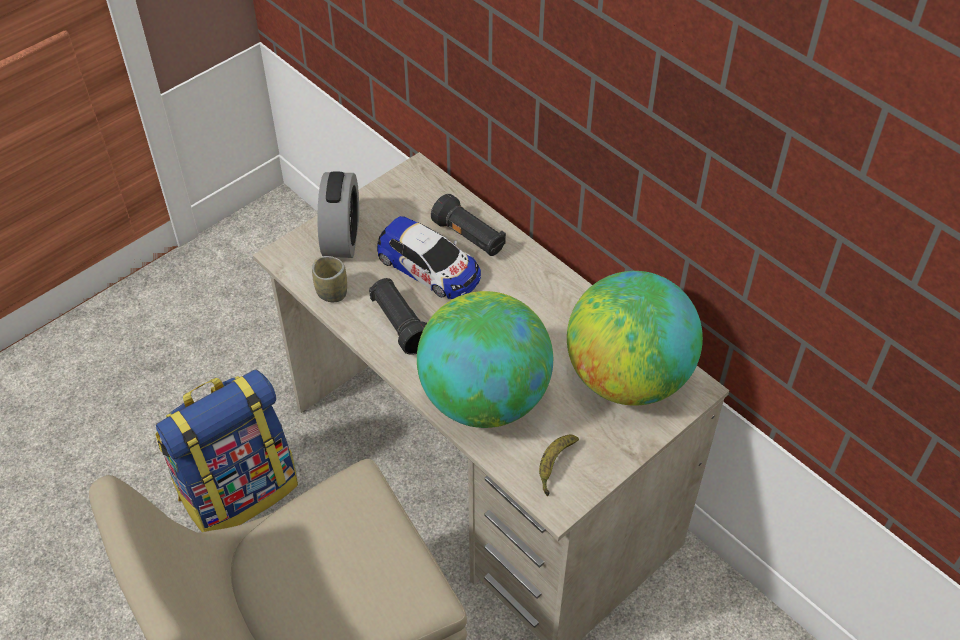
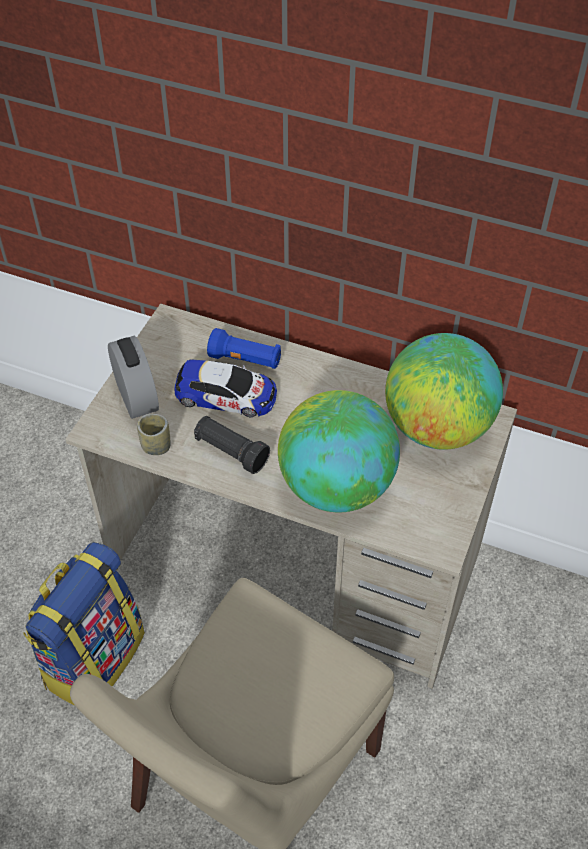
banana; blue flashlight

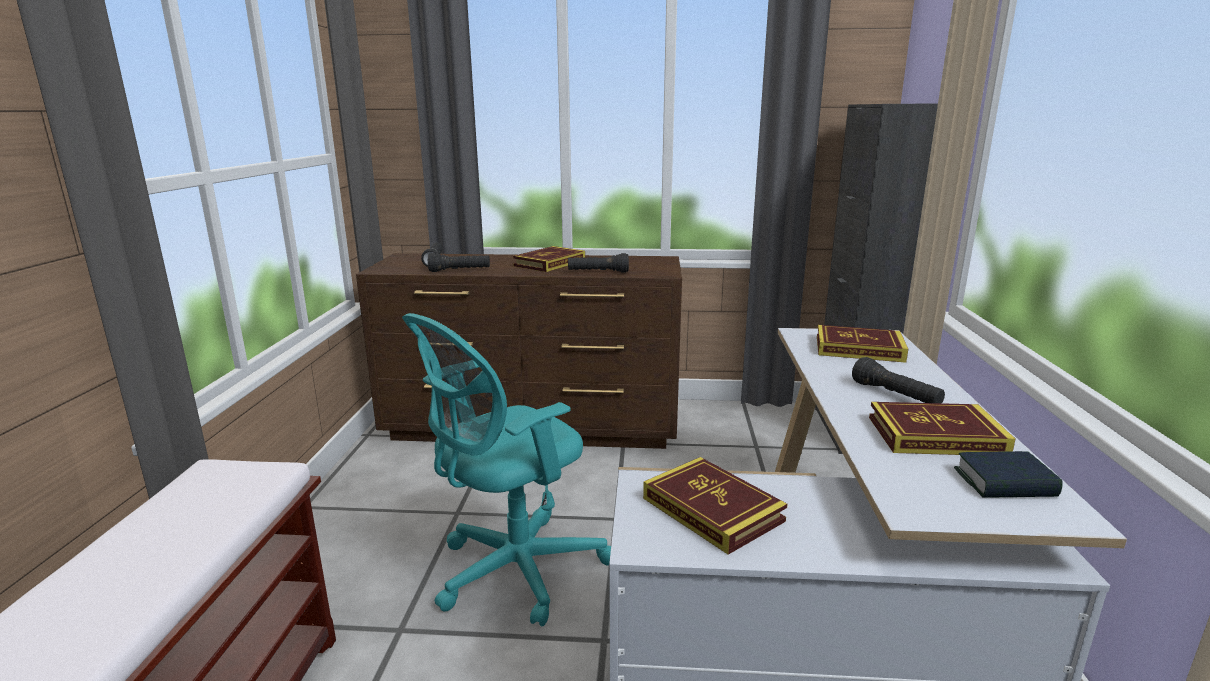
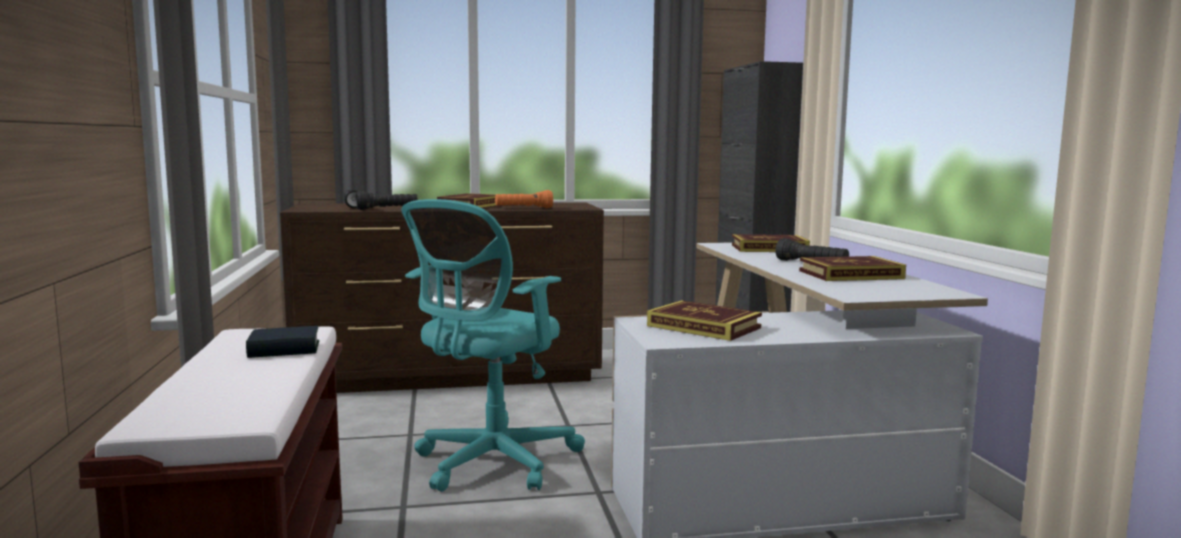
book (no. 1 from left); orange flashlight

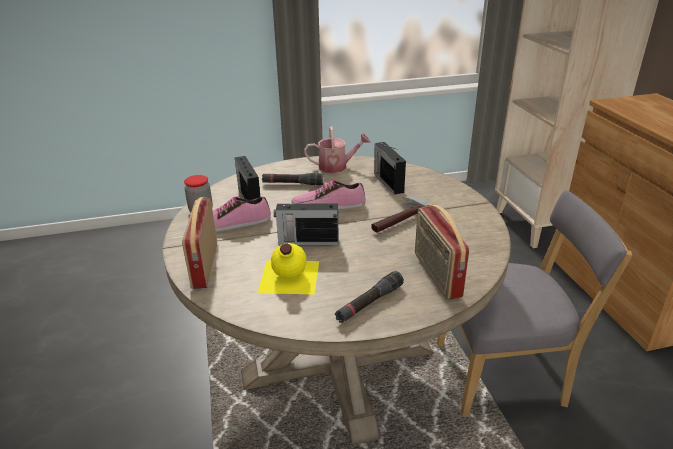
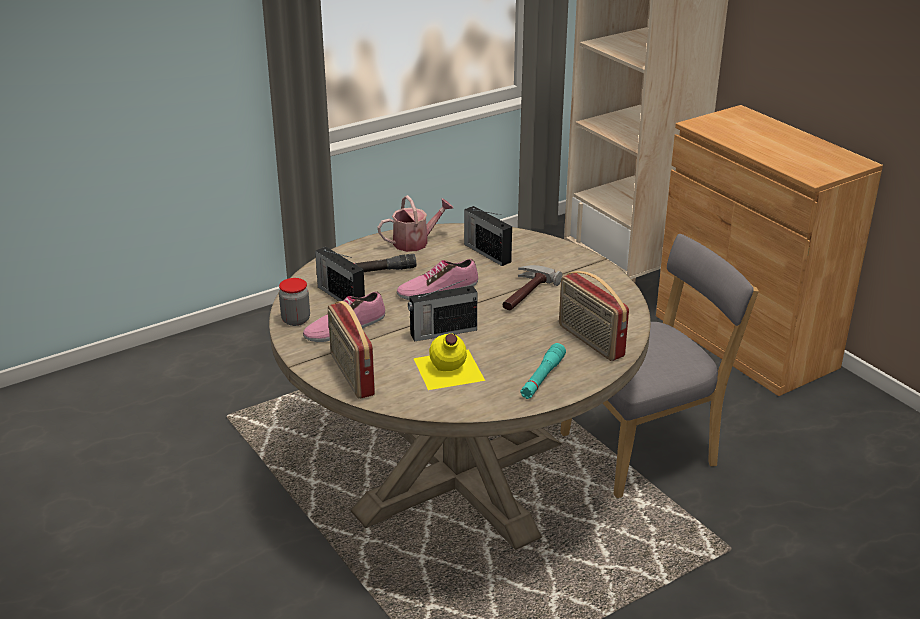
turquoise flashlight

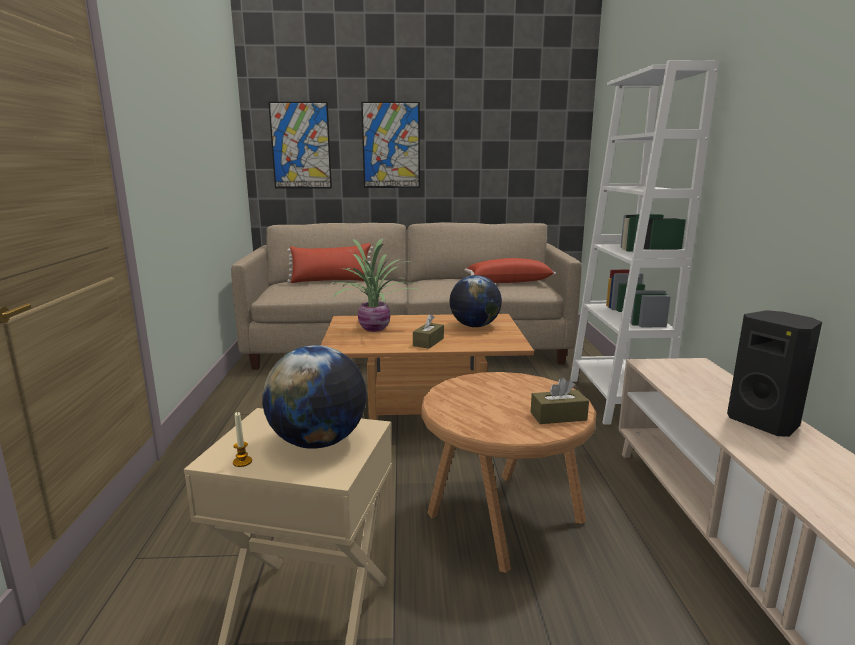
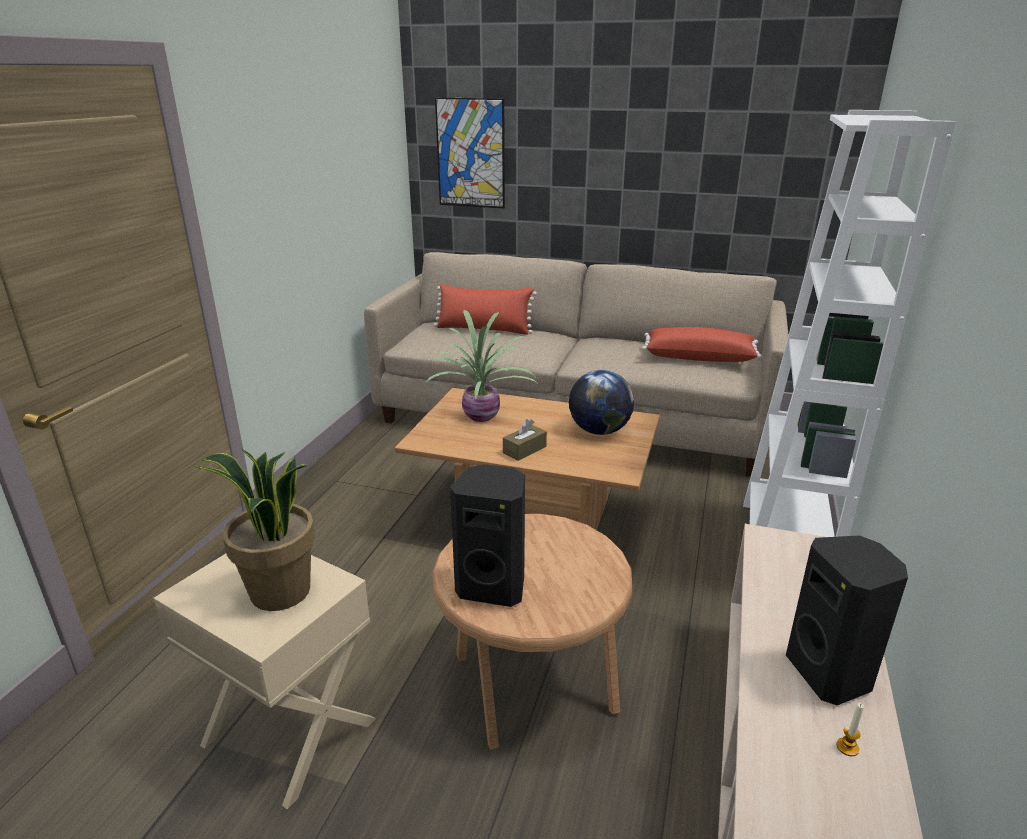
picture (no. 2 from left in the first image); brown tissue box (no. 2 from left in the first image); black speaker (no. 1 from left); candle; potted plant (no. 1 from left)

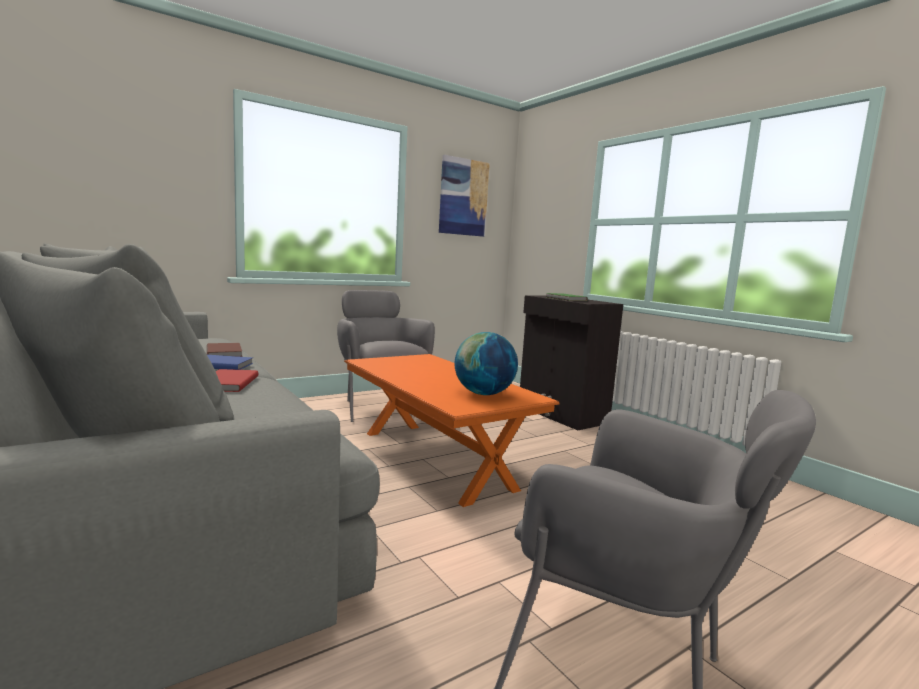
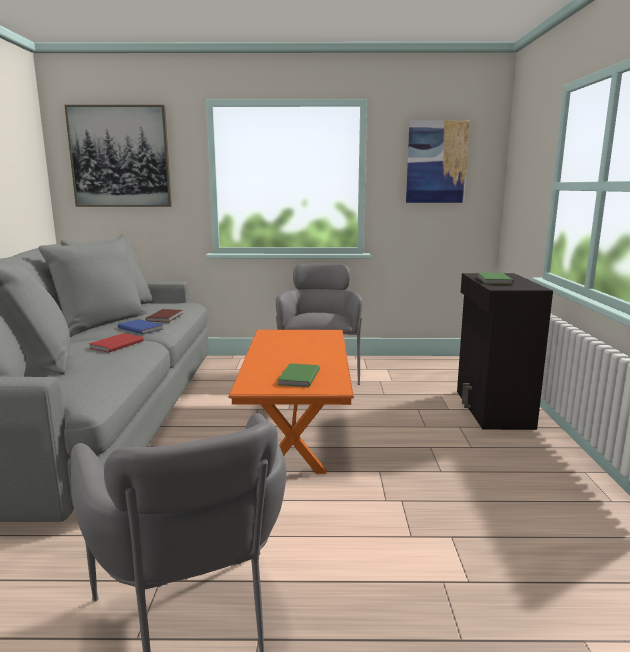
picture (no. 1 from left); green book (no. 1 from left)

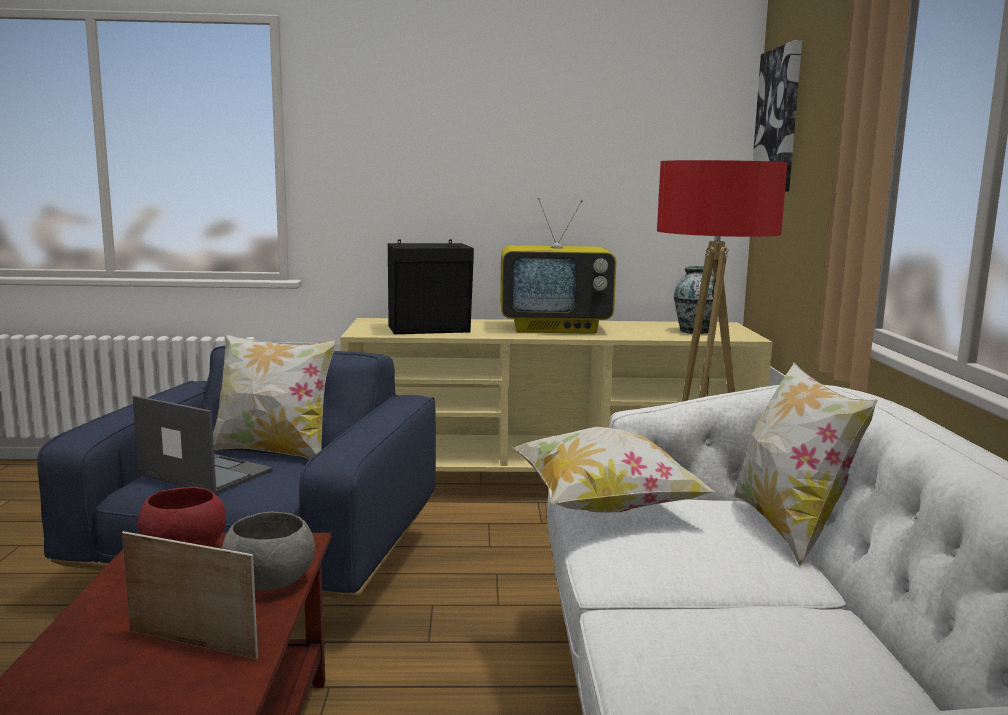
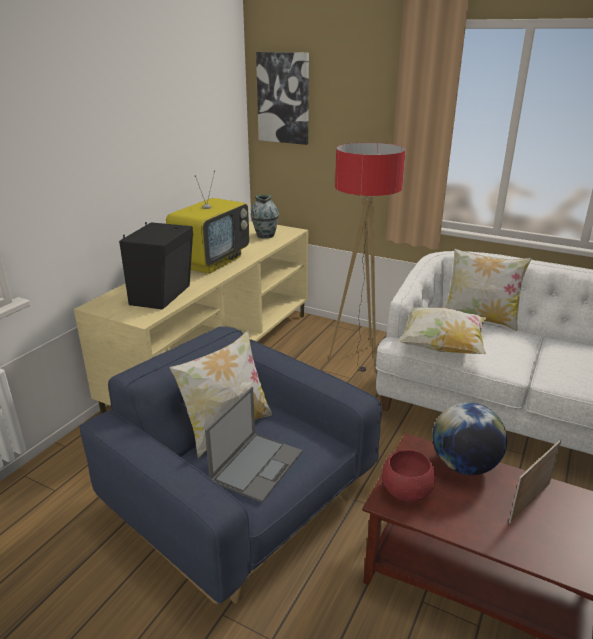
globe; laptop

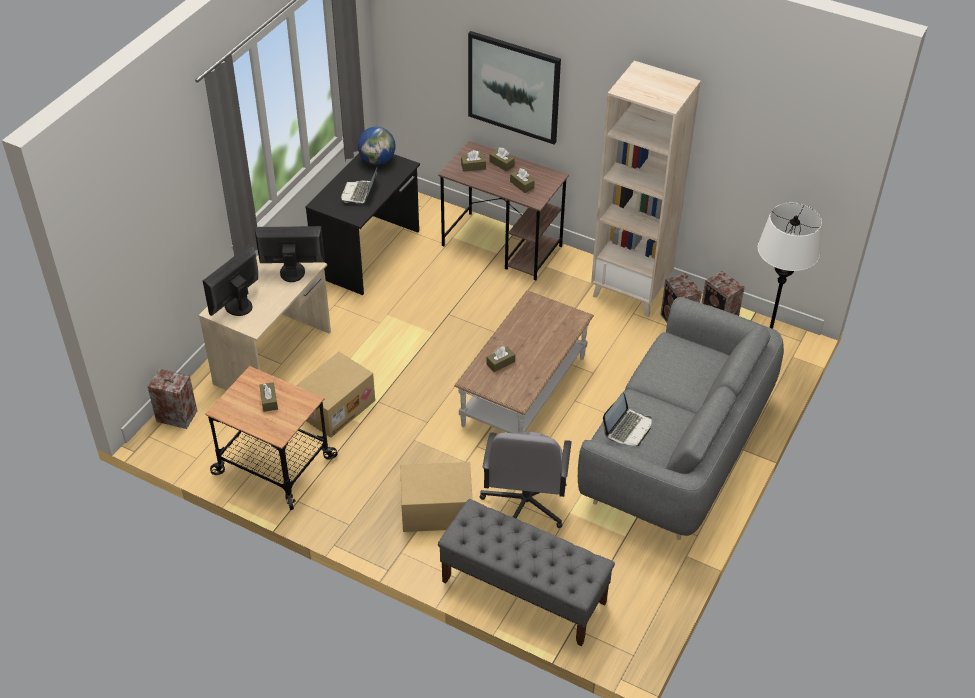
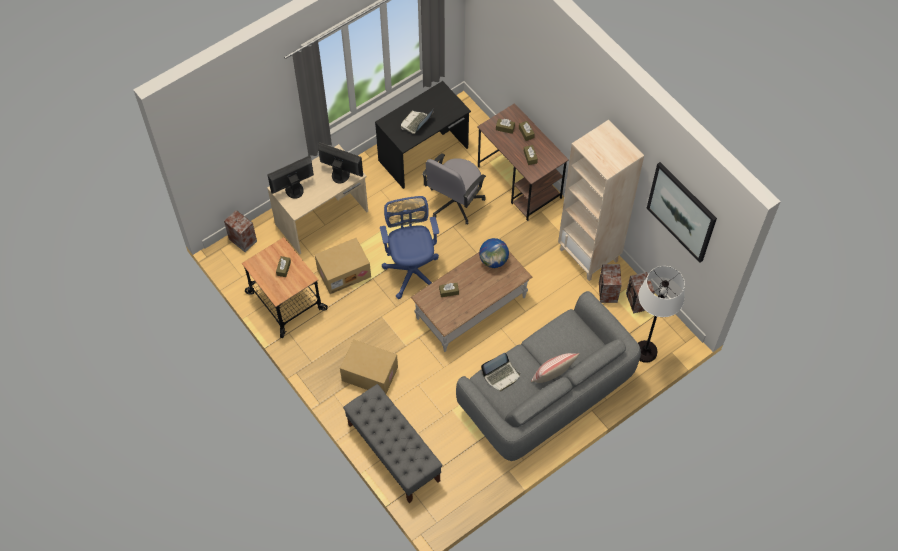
blue office chair; pillow; globe; picture; grey office chair

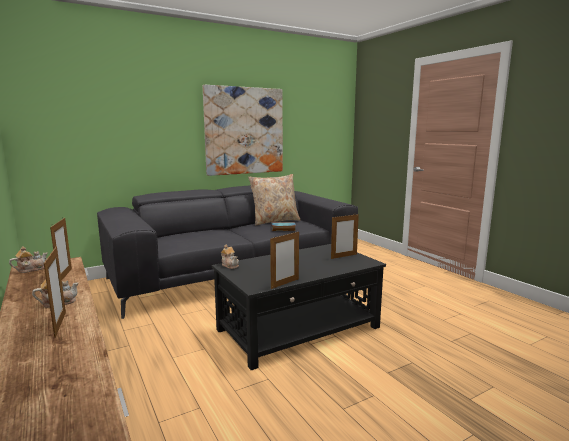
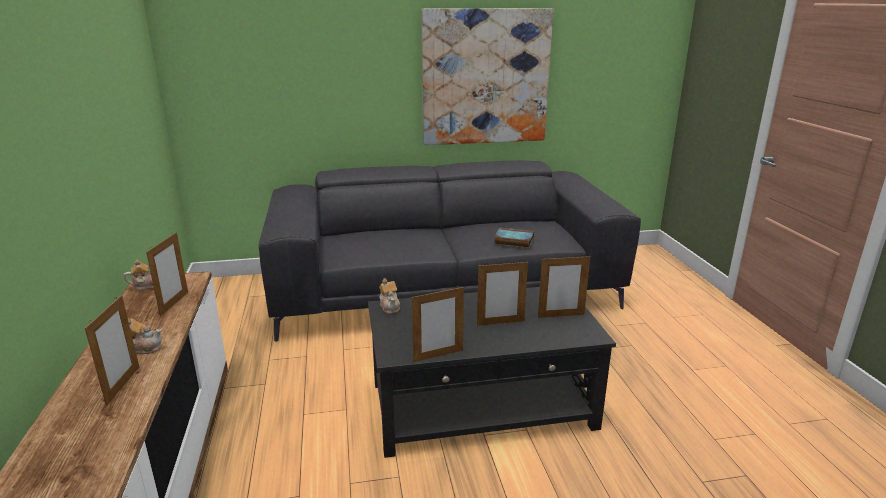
beige pillow; picture frame (no. 4 from left)

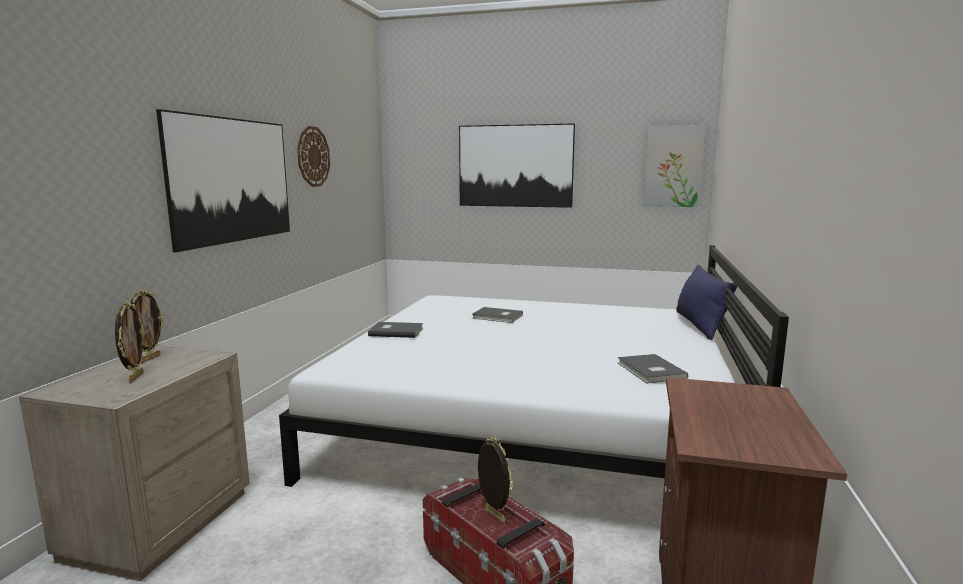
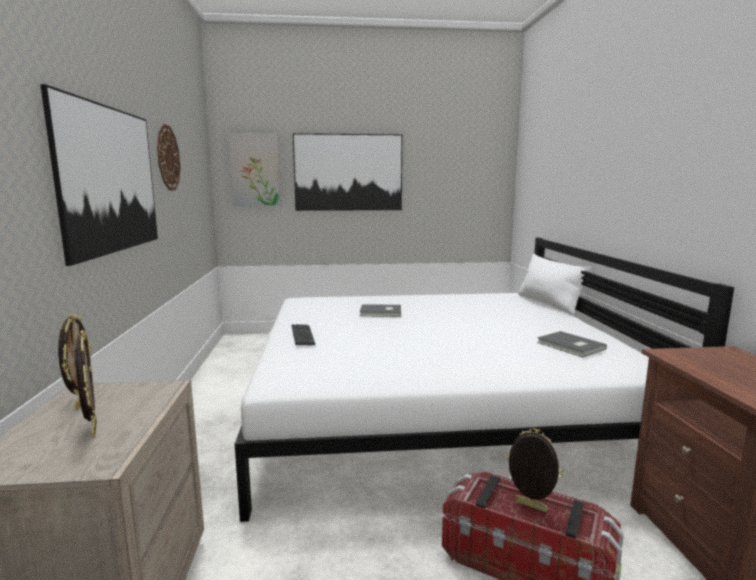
picture (no. 2 from left); keyboard; white pillow

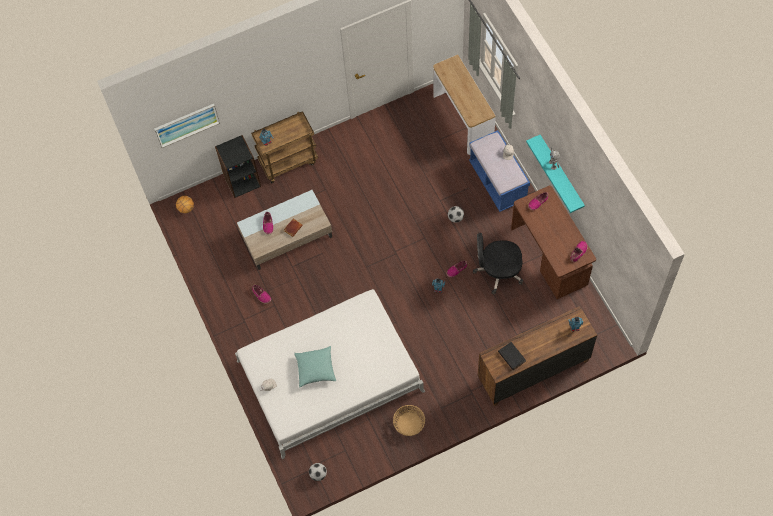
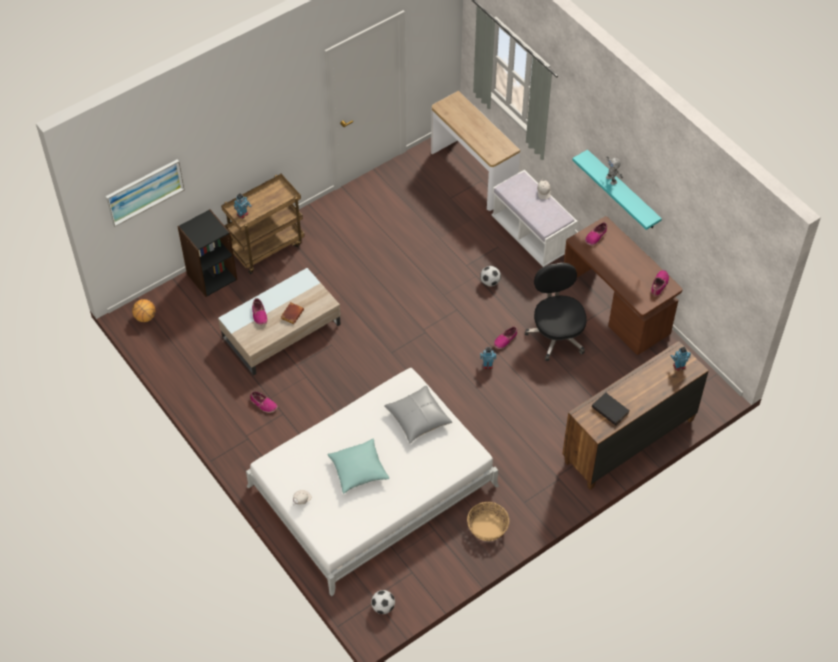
grey pillow; white bench; black office chair

